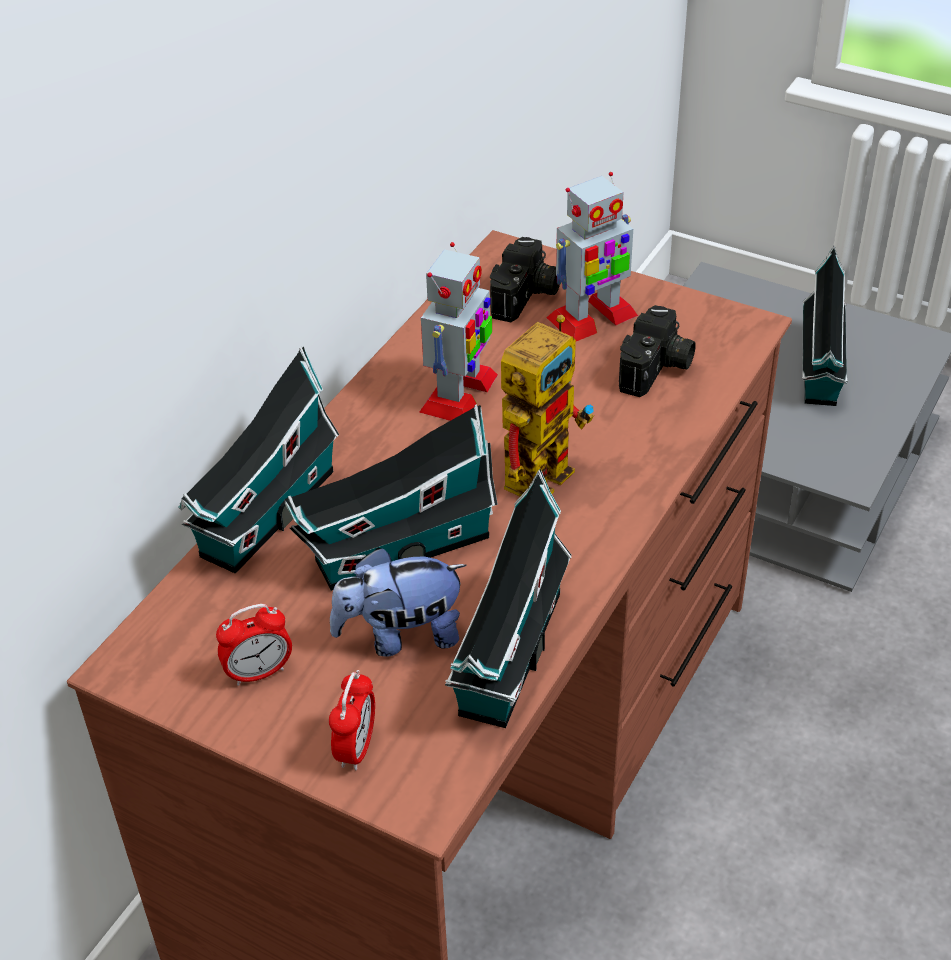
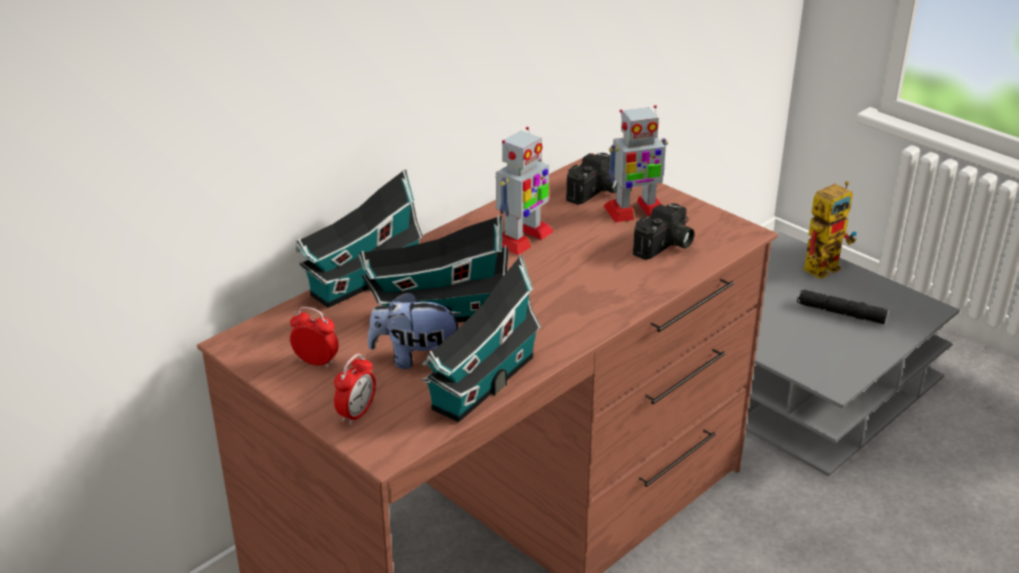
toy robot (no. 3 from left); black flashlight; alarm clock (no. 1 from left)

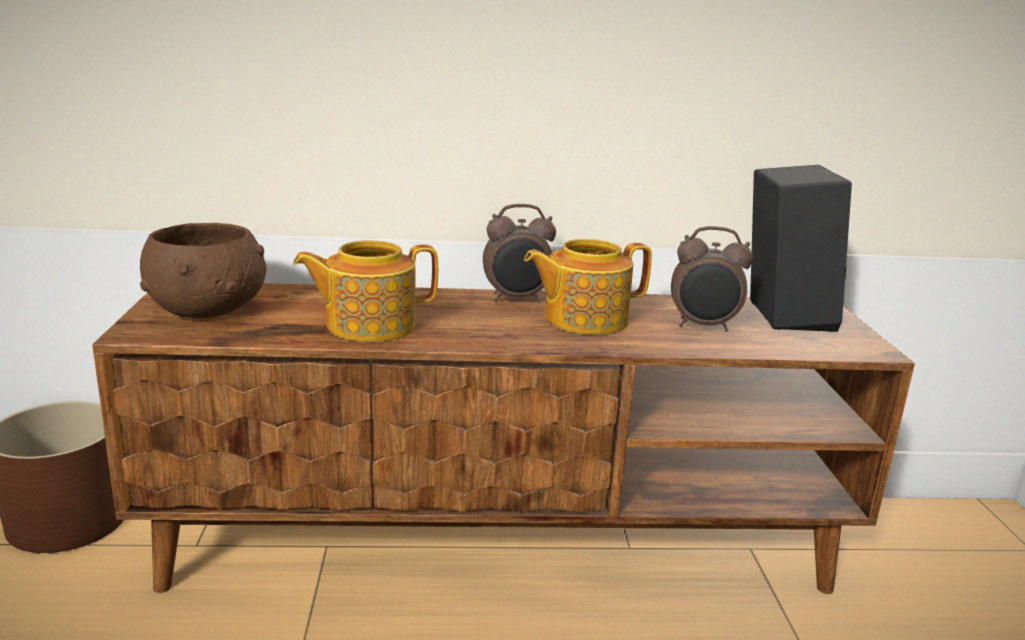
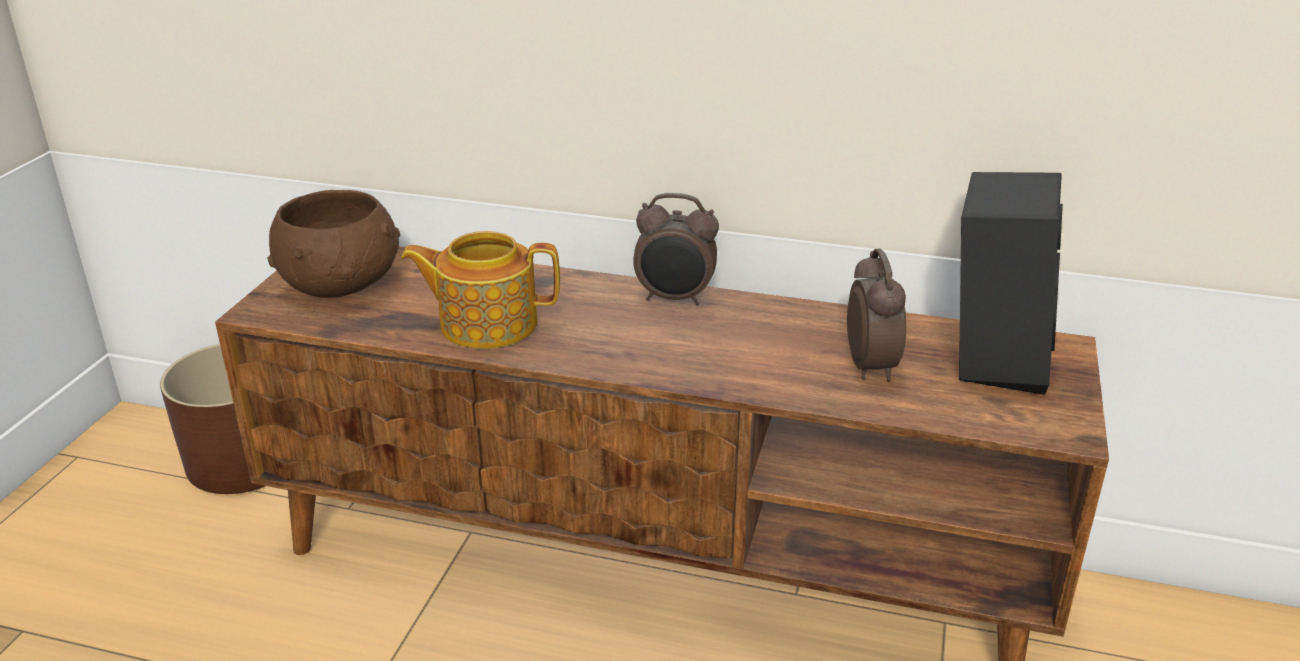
teapot (no. 2 from left in the first image); alarm clock (no. 2 from left)

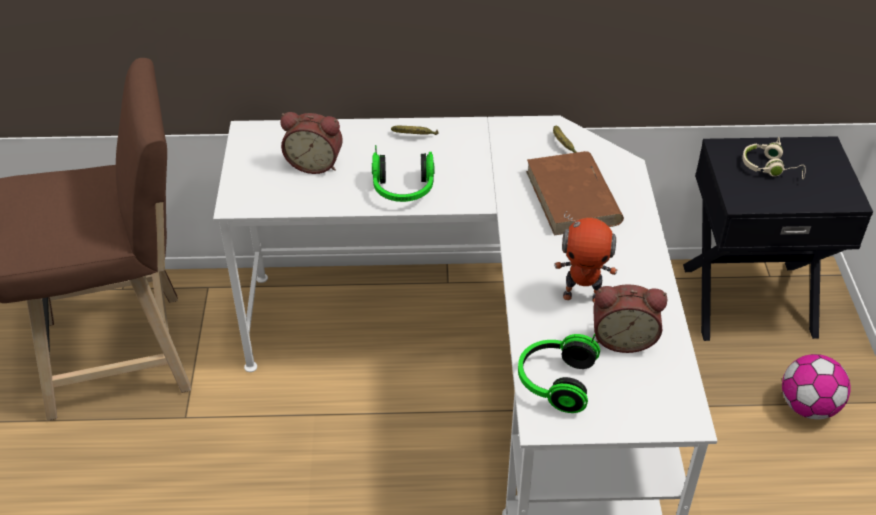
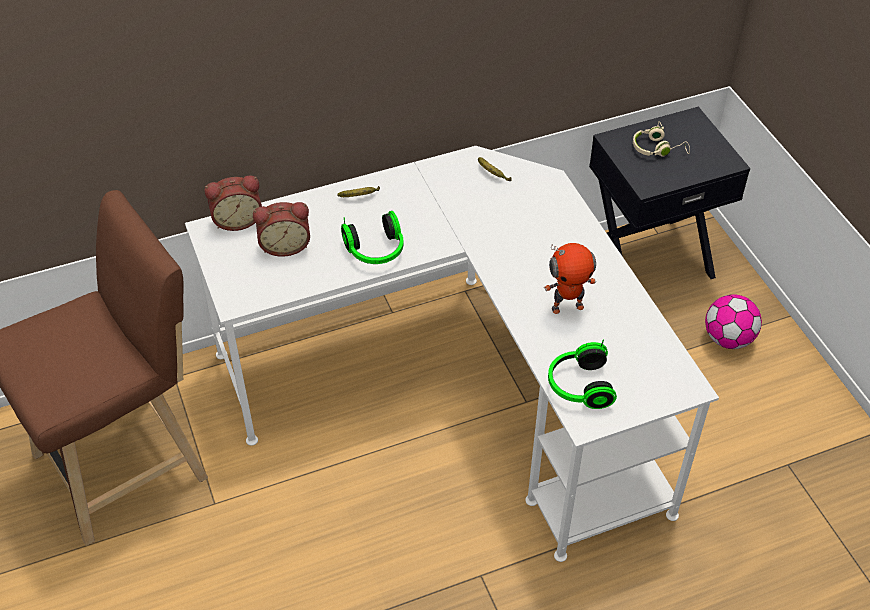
brown book; alarm clock (no. 1 from left)

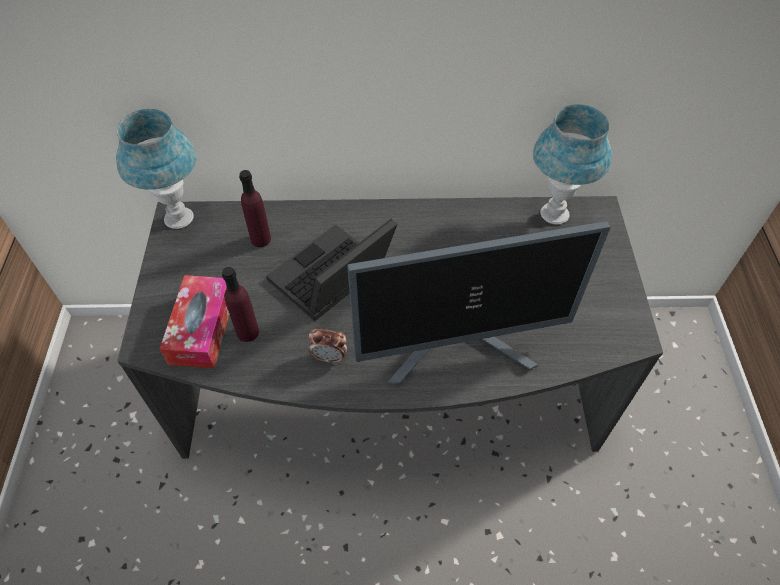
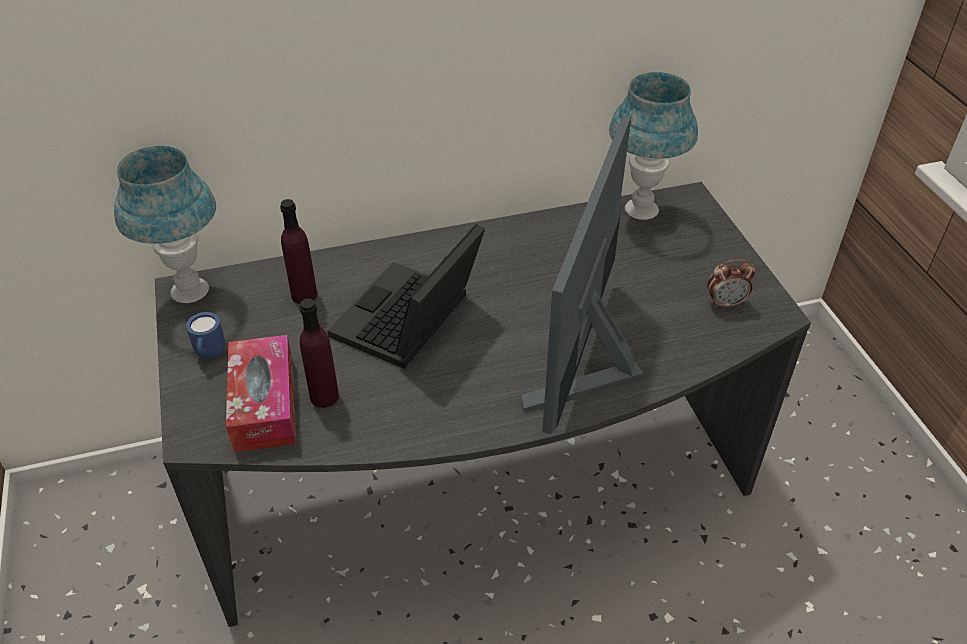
blue mug; alarm clock; monitor

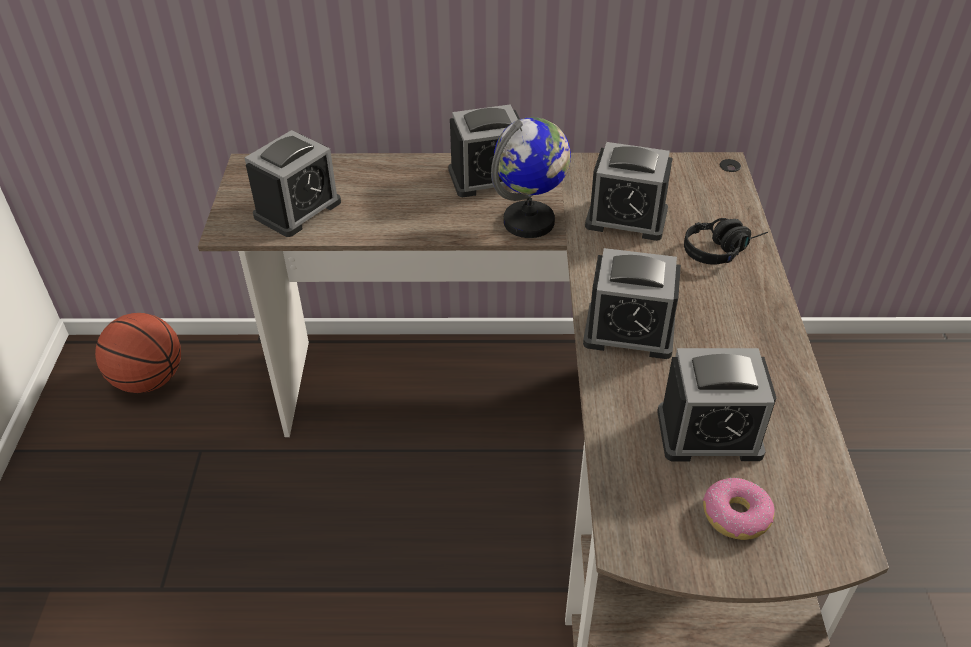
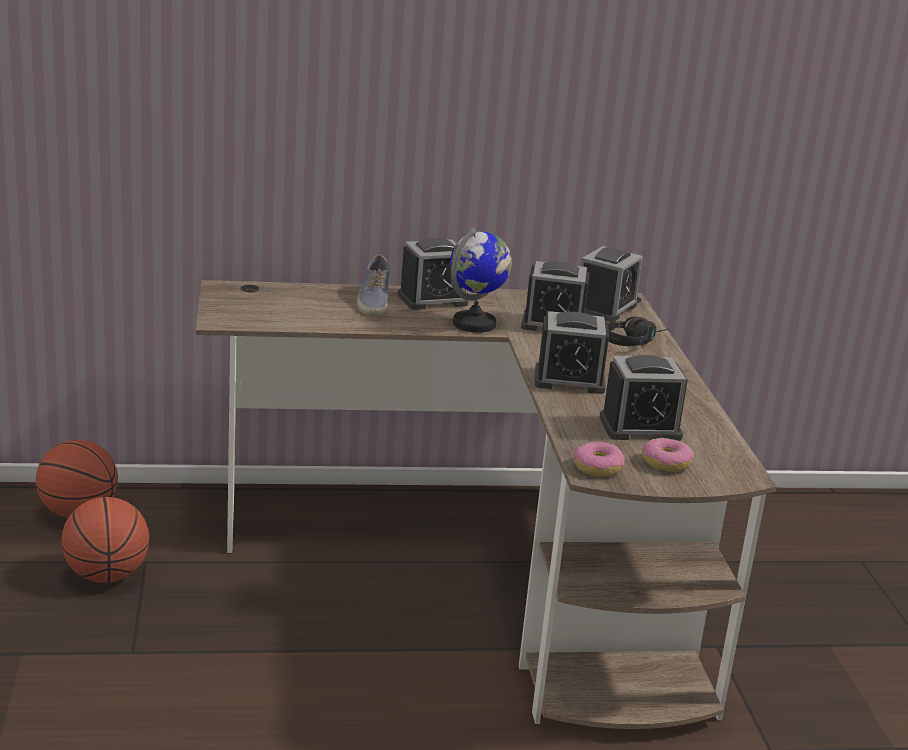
basketball (no. 2 from left); shoe; donut (no. 1 from left); alarm clock (no. 4 from left)

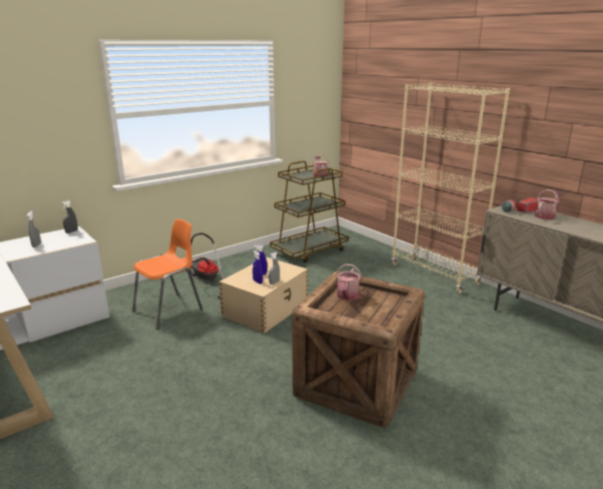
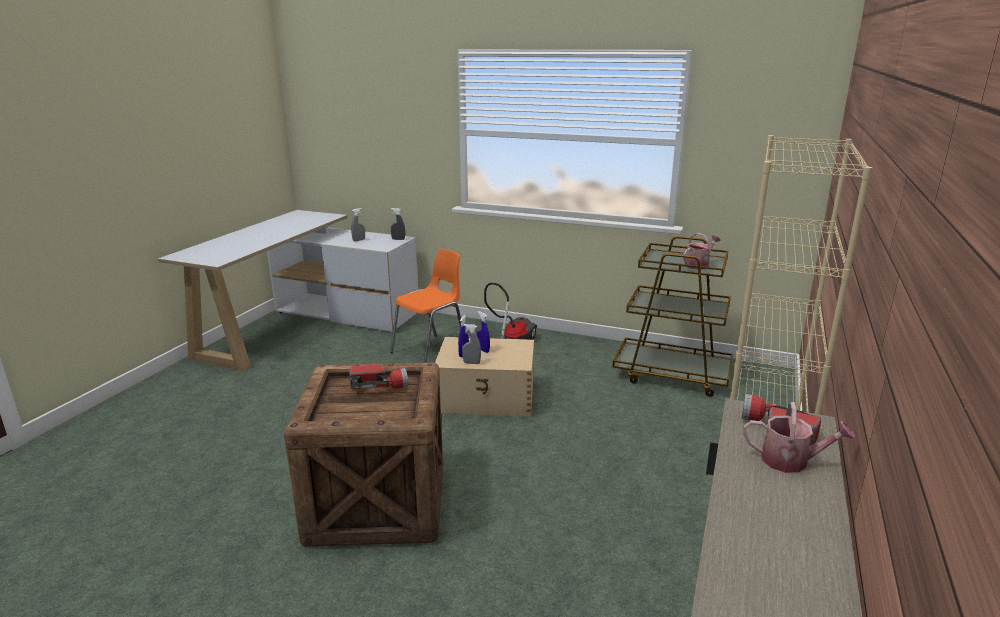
flashlight (no. 1 from left); orange chair

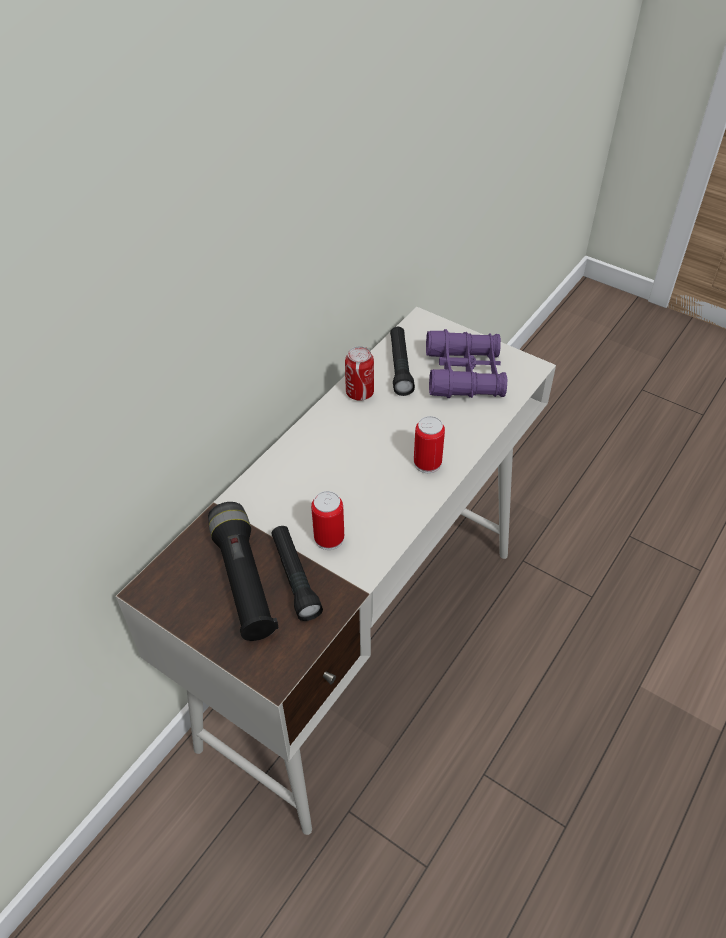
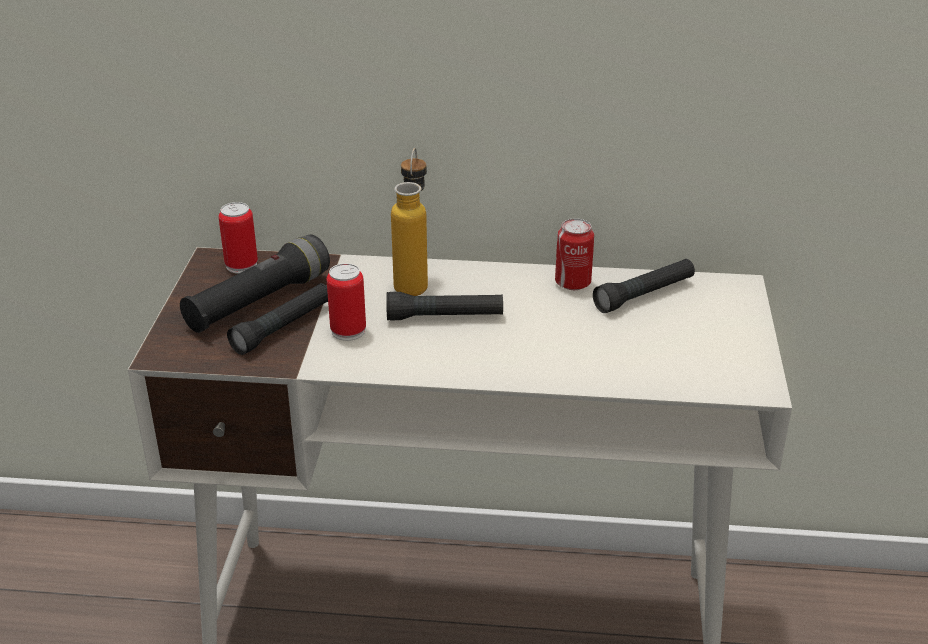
purple binoculars; black flashlight (no. 3 from left); bottle; can (no. 1 from left)

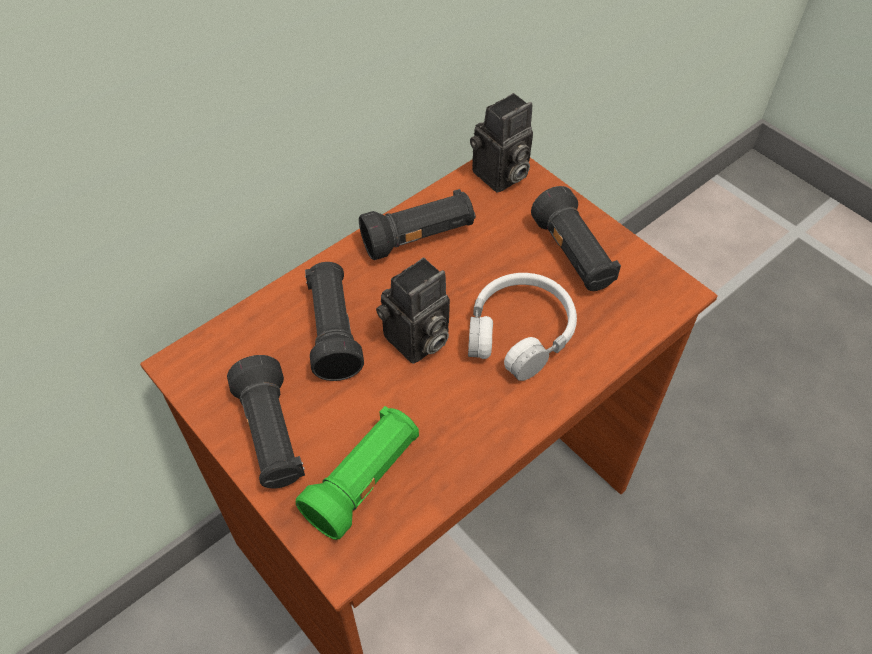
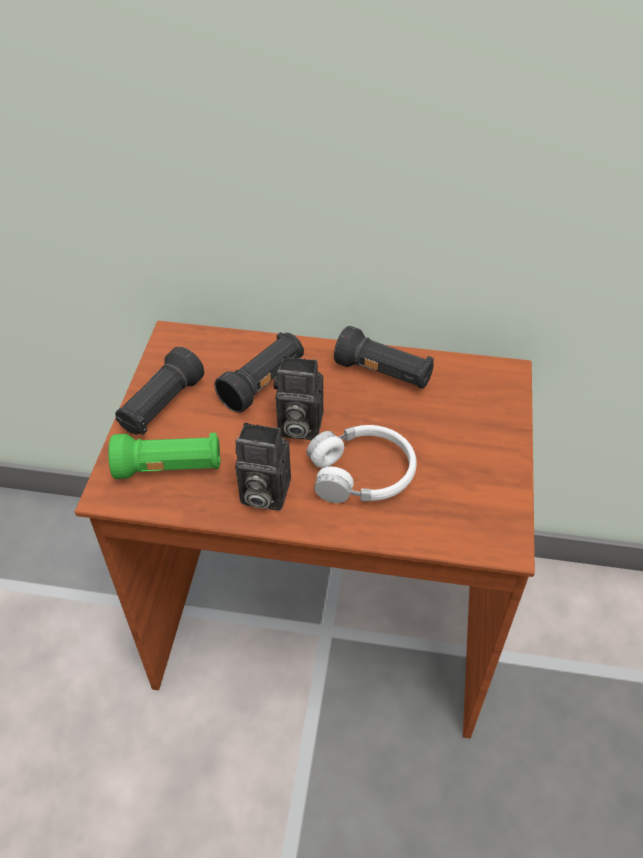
black flashlight (no. 4 from left in the first image); photo camera (no. 1 from left)

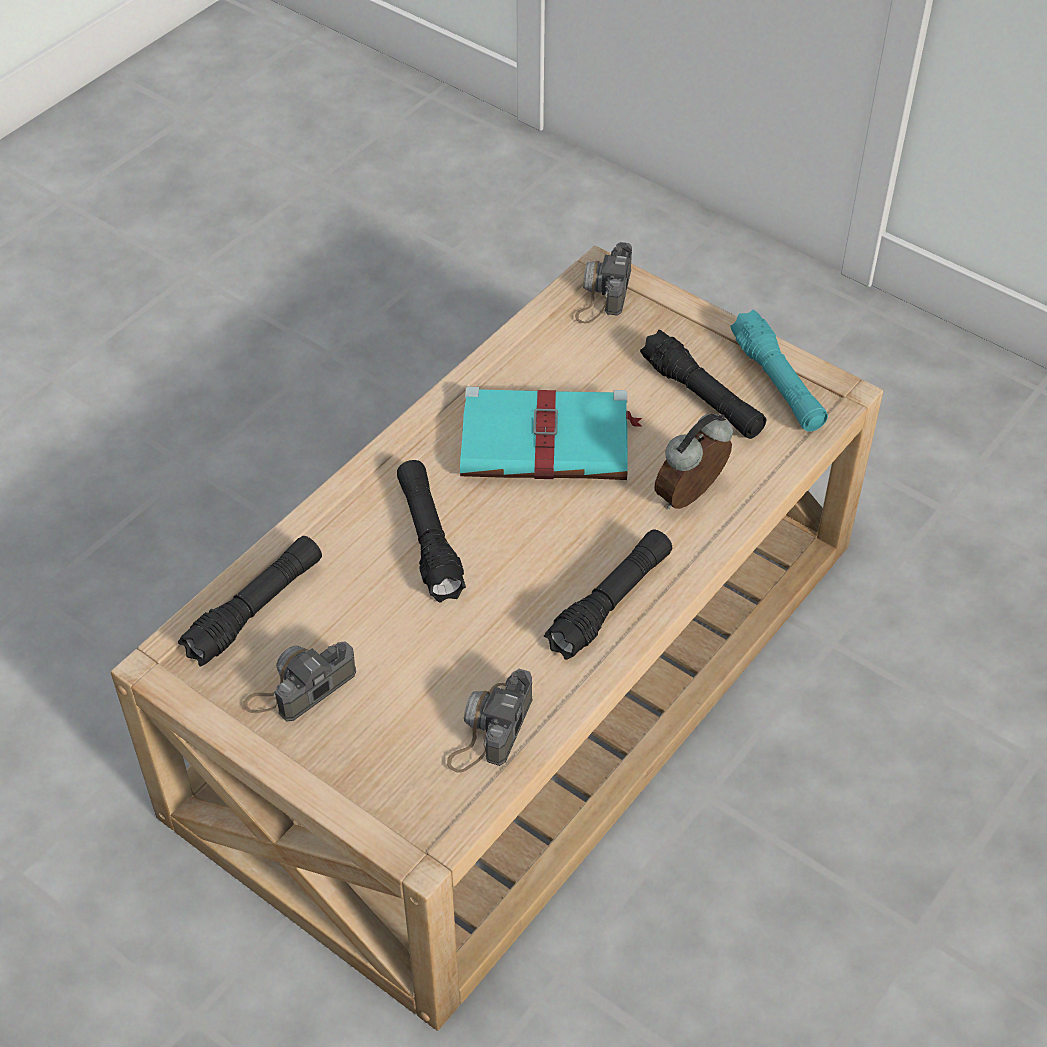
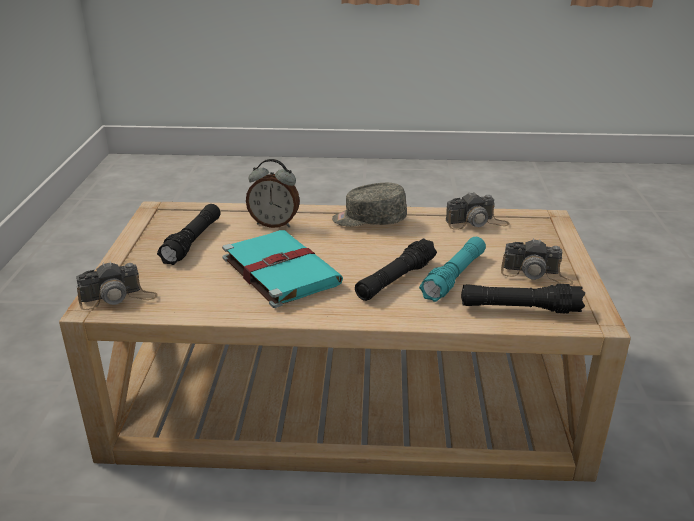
turquoise flashlight; grey cap

